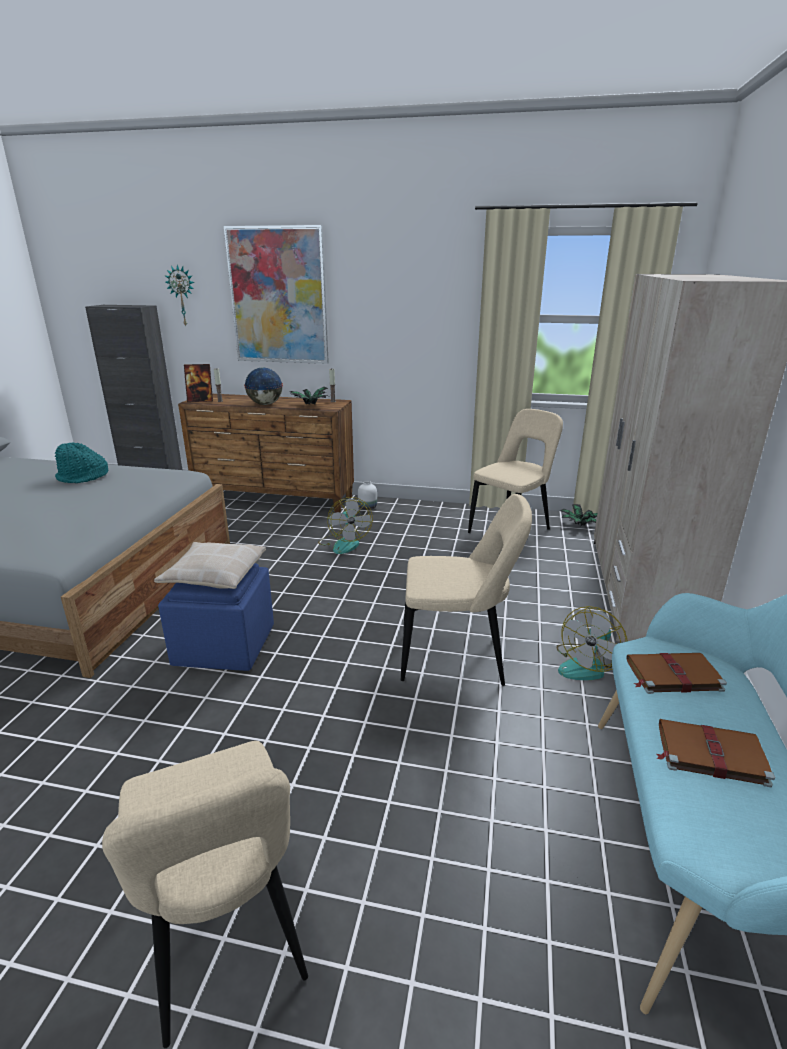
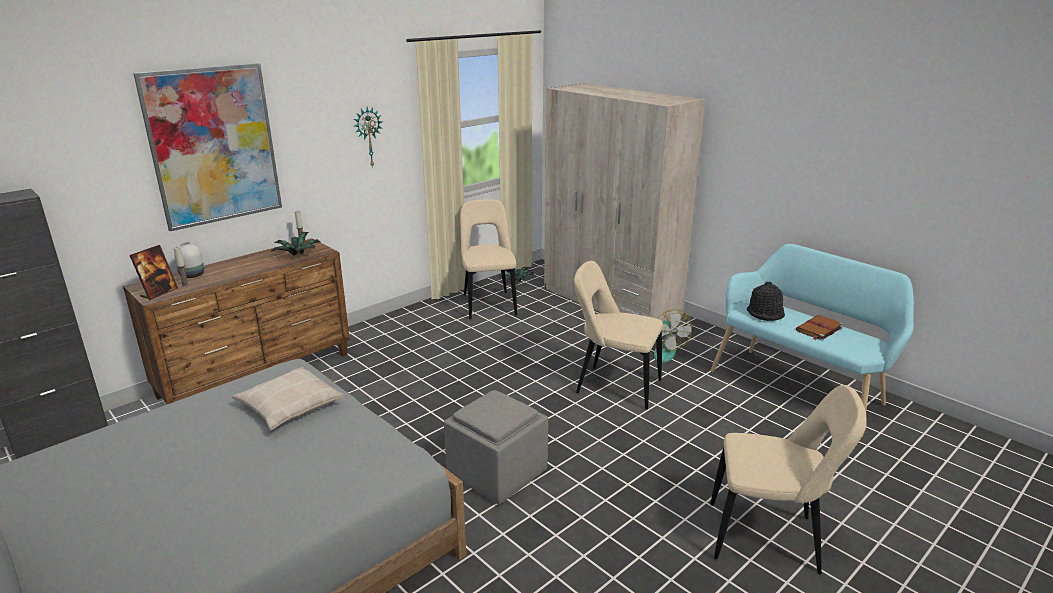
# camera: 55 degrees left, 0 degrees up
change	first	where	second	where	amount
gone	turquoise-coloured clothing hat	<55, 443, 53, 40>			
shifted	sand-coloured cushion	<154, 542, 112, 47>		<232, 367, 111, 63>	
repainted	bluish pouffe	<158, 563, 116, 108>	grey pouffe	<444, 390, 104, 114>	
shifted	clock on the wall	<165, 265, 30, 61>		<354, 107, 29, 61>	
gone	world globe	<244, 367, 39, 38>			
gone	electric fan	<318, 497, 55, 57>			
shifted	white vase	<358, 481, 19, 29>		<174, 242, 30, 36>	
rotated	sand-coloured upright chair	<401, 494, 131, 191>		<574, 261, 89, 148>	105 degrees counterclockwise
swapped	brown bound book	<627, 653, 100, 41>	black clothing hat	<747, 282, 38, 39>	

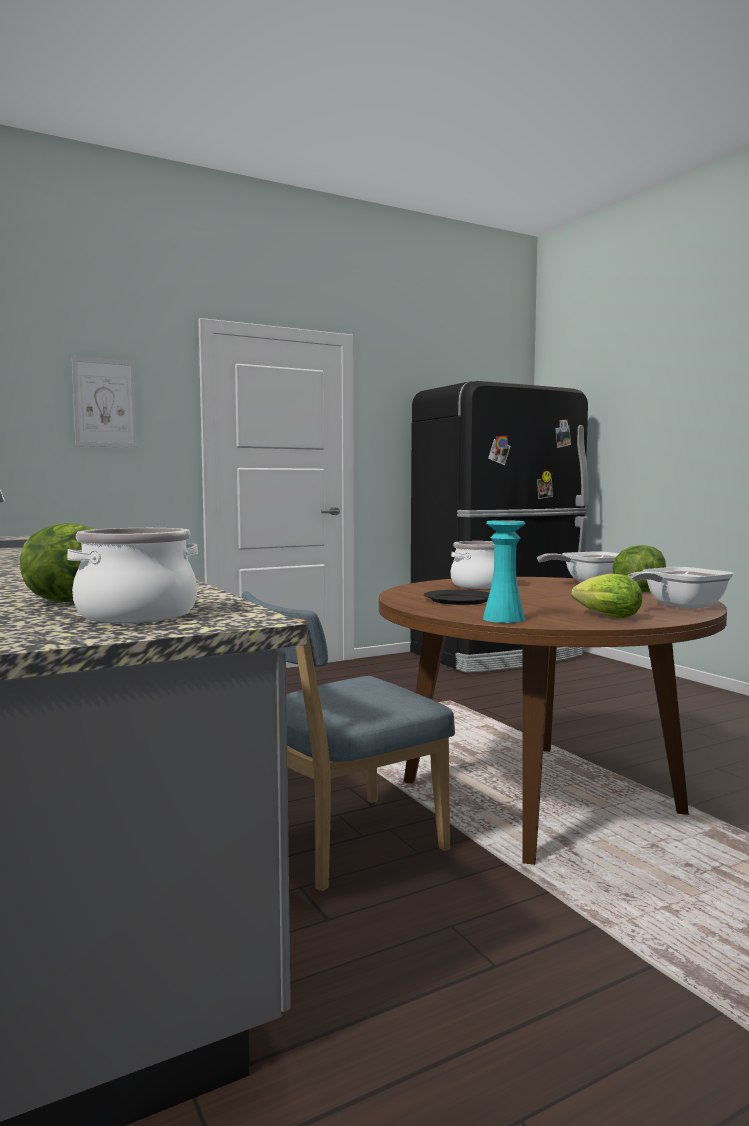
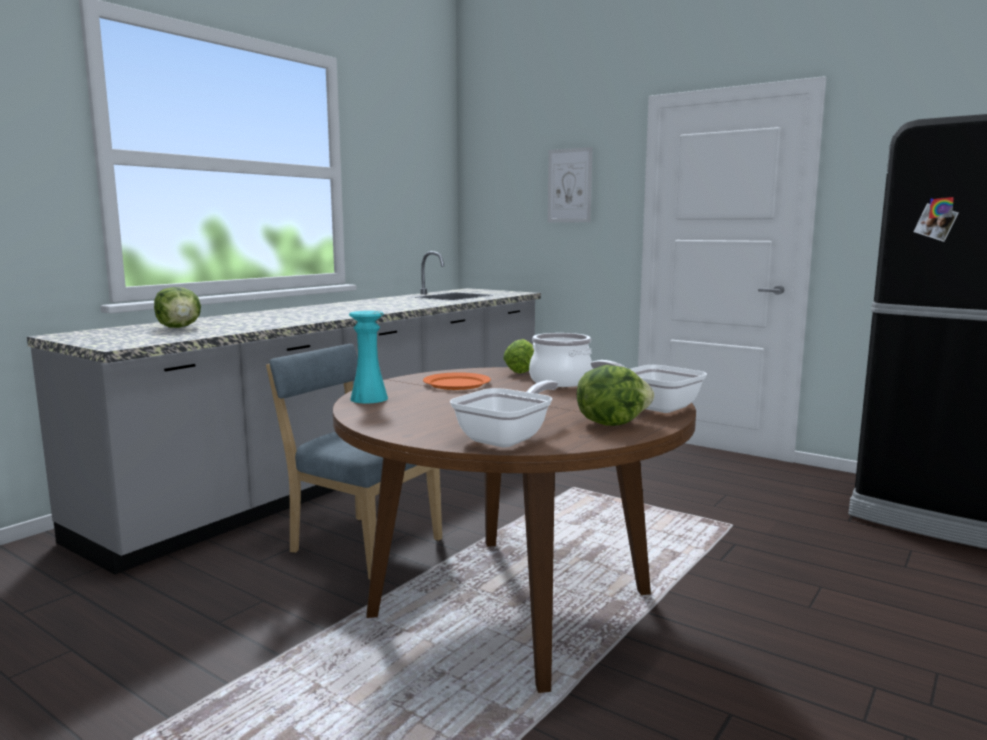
# camera: 65 degrees right, 5 degrees up
change	first	where	second	where	amount
gone	stockpot	<67, 528, 131, 96>			
repainted	black flat dish	<424, 590, 65, 15>	orange-coloured flat dish	<423, 372, 68, 18>	
shifted	lettuce head	<571, 574, 71, 44>		<503, 339, 31, 35>	
rotated	skillet	<627, 567, 107, 42>		<450, 380, 108, 68>	90 degrees clockwise

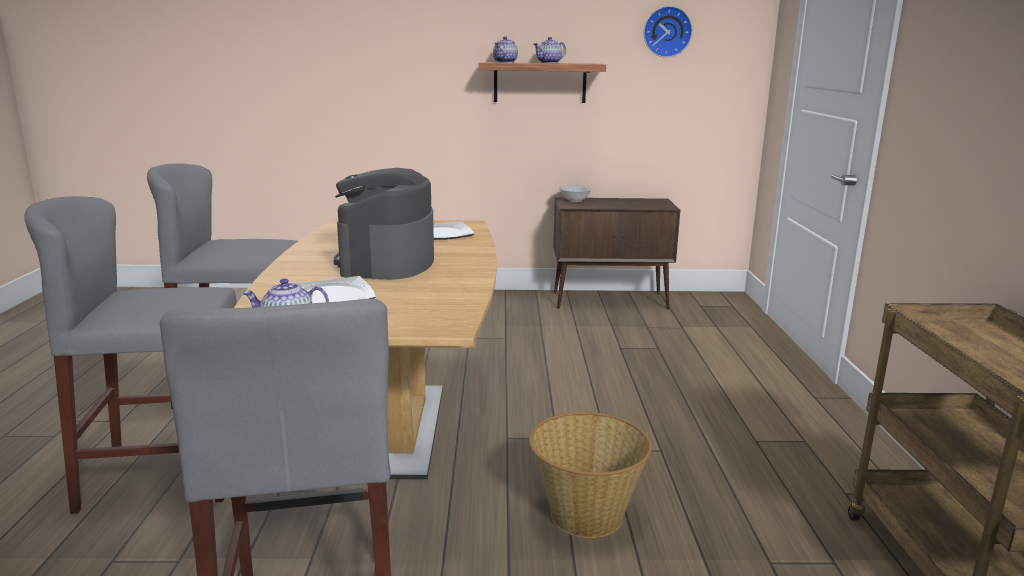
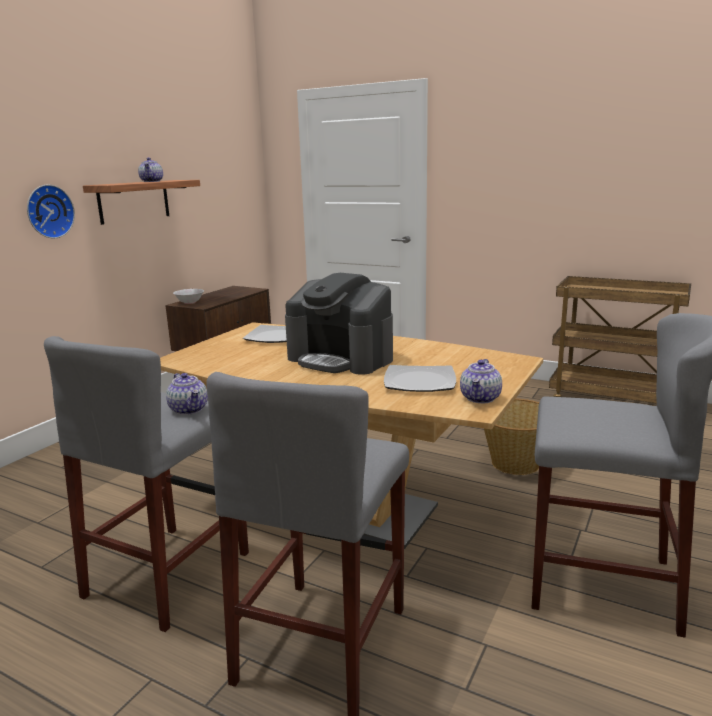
# camera: 60 degrees left, 0 degrees up
change	first	where	second	where	amount
shifted	tea pot	<493, 36, 25, 27>		<166, 373, 42, 42>	
shifted	clock on the wall	<644, 6, 48, 52>		<27, 184, 48, 54>	

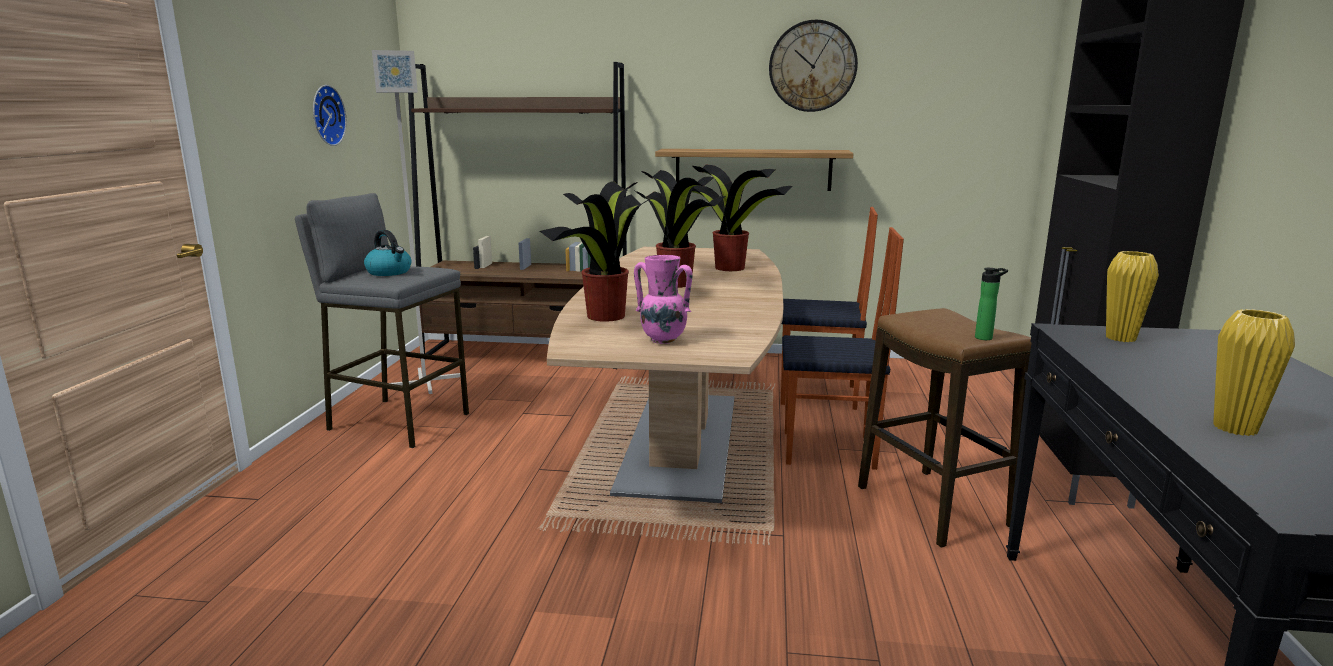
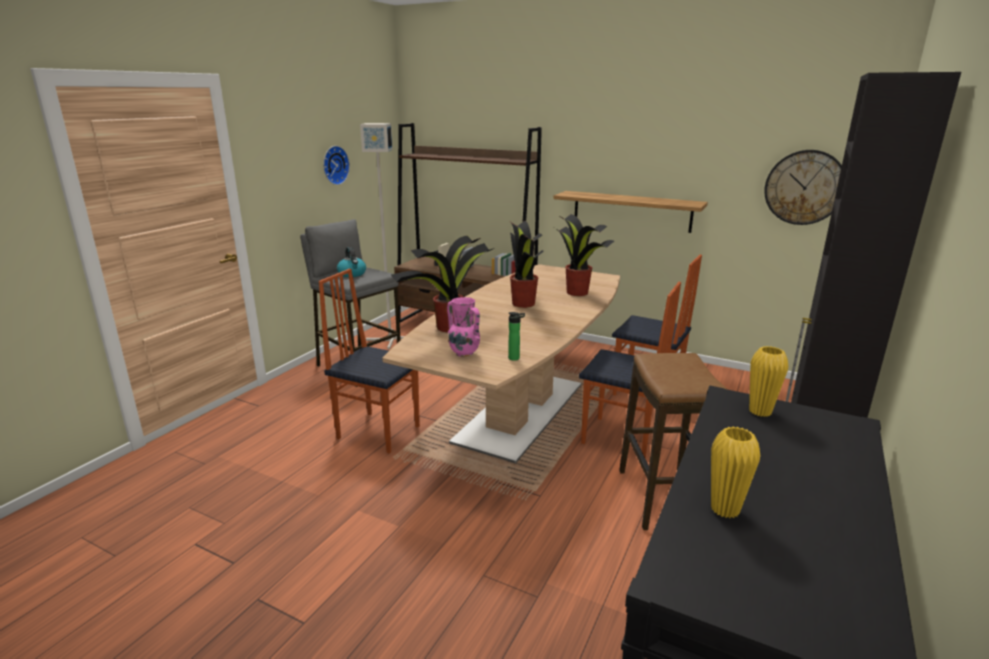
# camera: 20 degrees right, 5 degrees up
change	first	where	second	where	amount
shifted	clock on the wall	<769, 20, 89, 92>		<764, 150, 78, 75>	
shifted	bottle	<975, 268, 33, 72>		<508, 312, 17, 49>	
new			upright chair	<319, 269, 101, 185>	

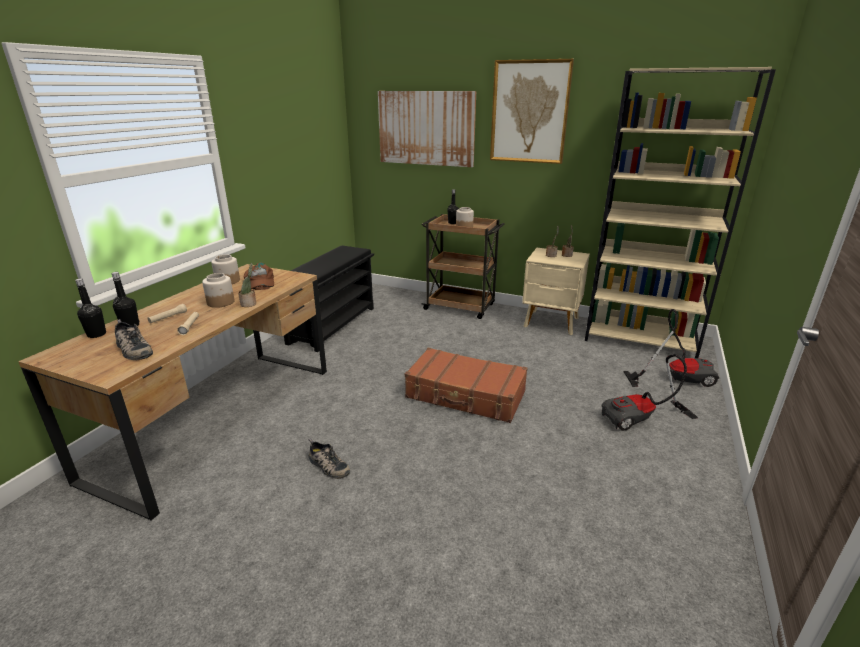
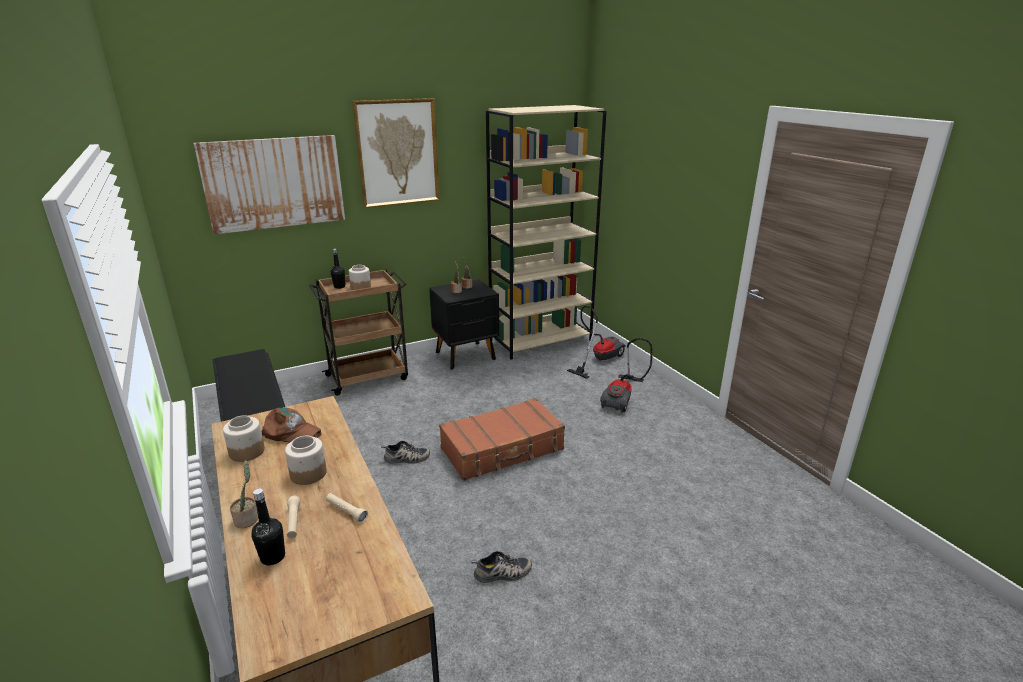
# camera: 50 degrees left, 0 degrees up
change	first	where	second	where	amount
gone	black bottle	<75, 278, 31, 60>			
shifted	shoe	<115, 319, 38, 41>		<381, 441, 49, 23>	
shifted	potted plant	<238, 263, 18, 44>		<230, 460, 28, 68>	
repainted	sand-coloured night table	<522, 248, 68, 87>	black night table	<429, 279, 70, 91>	

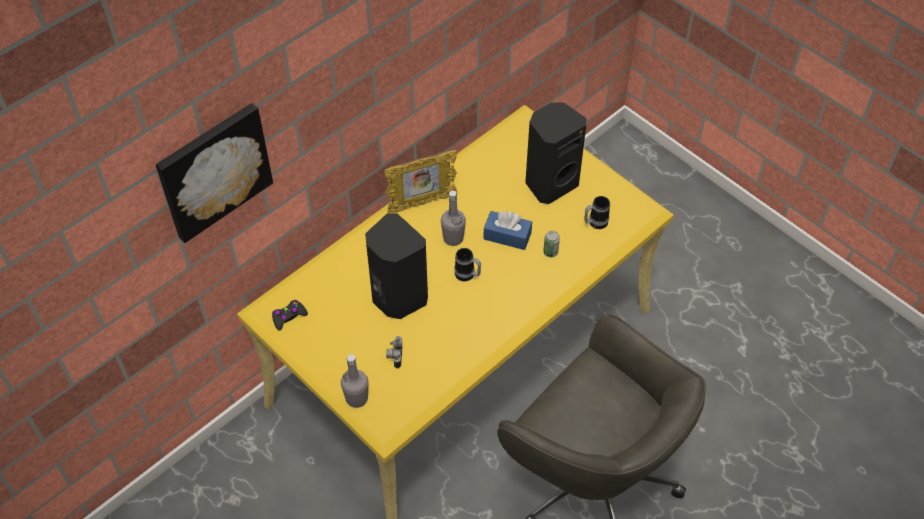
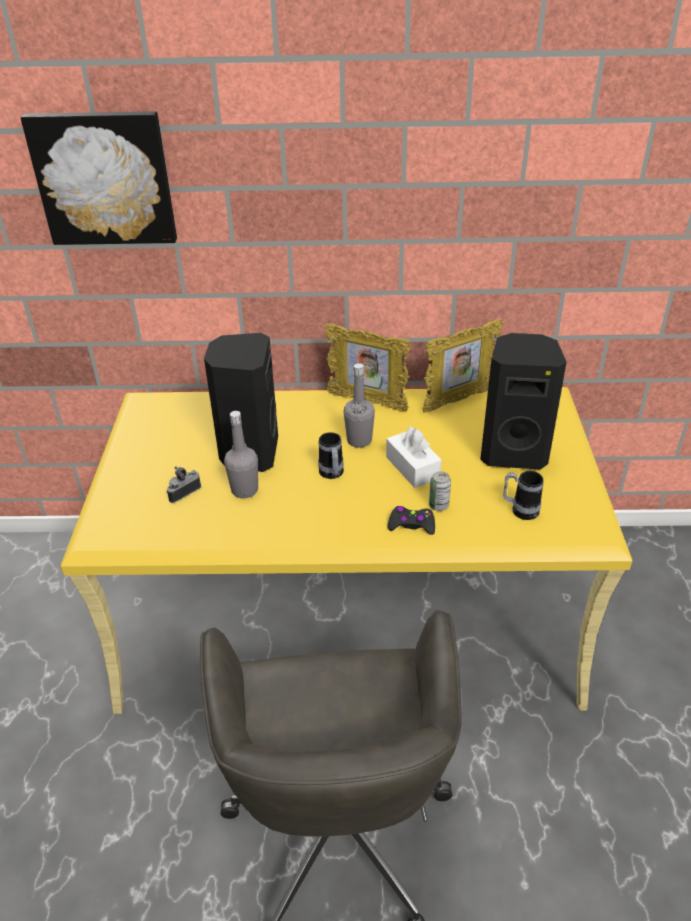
# camera: 45 degrees right, 15 degrees down
change	first	where	second	where	amount
shifted	black game controller	<272, 300, 36, 31>		<388, 506, 47, 29>	
shifted	grey bottle	<341, 354, 28, 54>		<224, 411, 34, 87>	
repainted	bluish box of tissues	<483, 211, 49, 39>	white box of tissues	<386, 427, 56, 61>	
new			standing frame	<422, 319, 81, 94>	

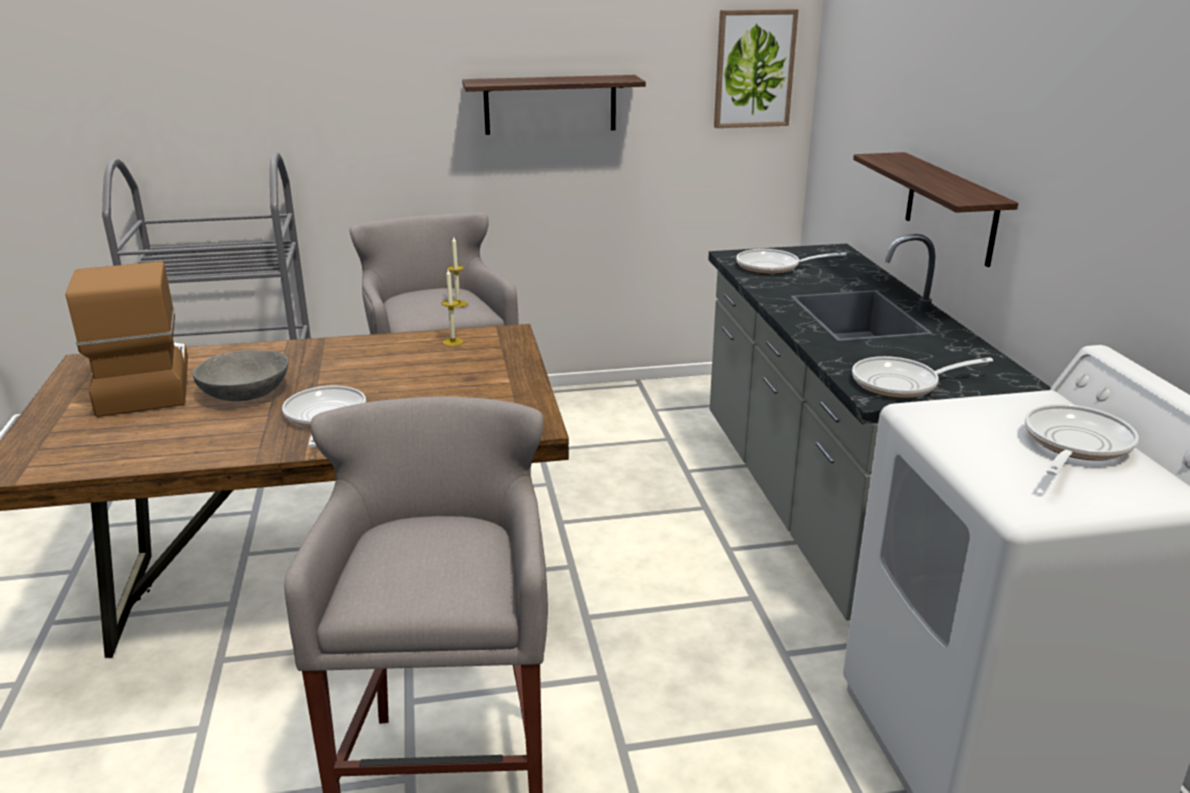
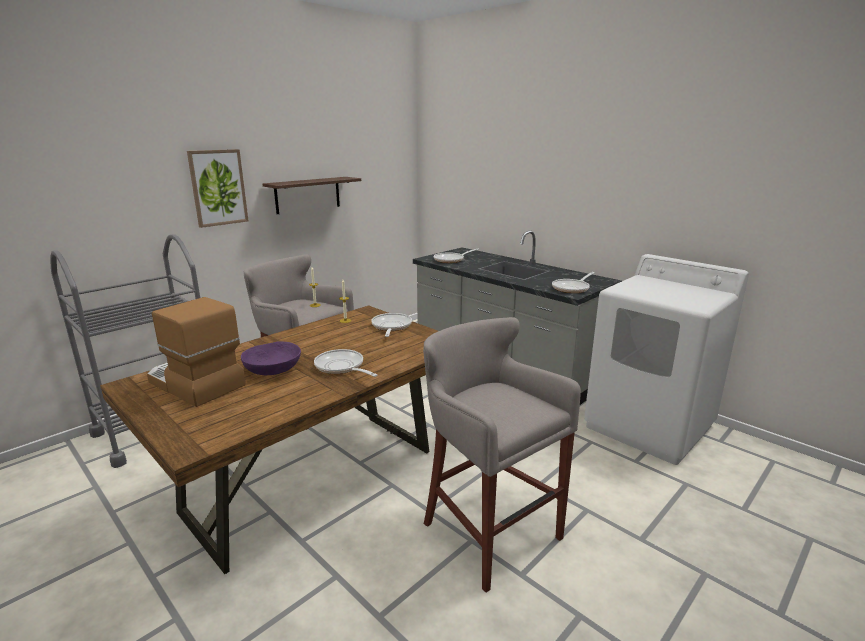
# camera: 35 degrees left, 5 degrees down
change	first	where	second	where	amount
repainted	grey serving bowl	<192, 350, 96, 51>	purple-coloured serving bowl	<241, 342, 60, 33>	
shifted	wall art	<714, 9, 85, 119>		<187, 149, 62, 79>	
gone	shelf	<853, 152, 165, 115>			
shifted	skillet	<1025, 404, 114, 71>		<371, 313, 41, 24>	

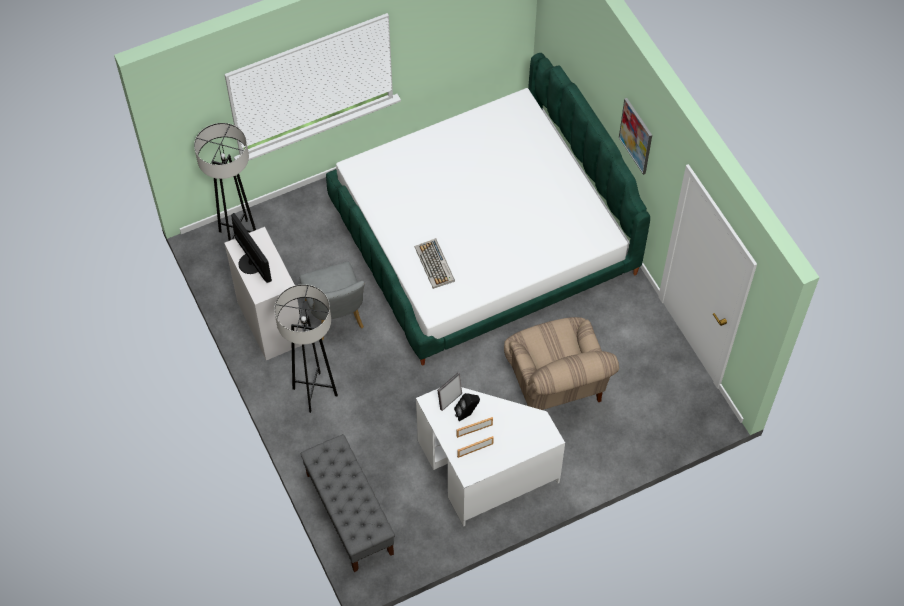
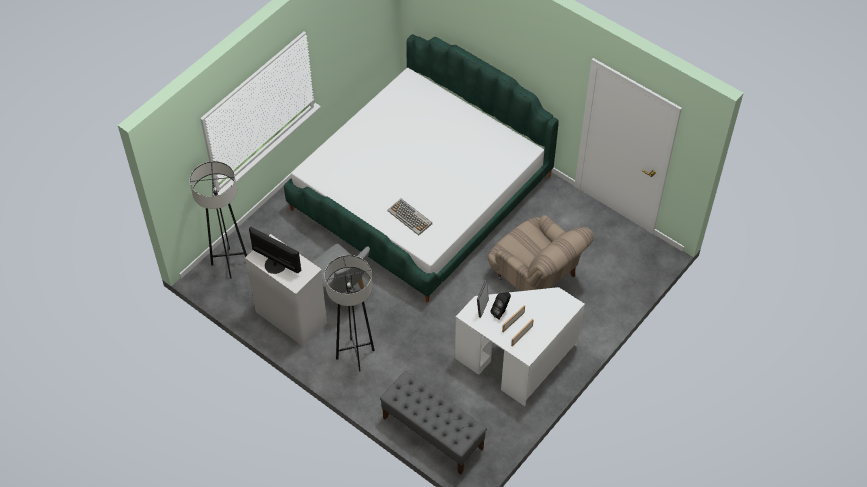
# camera: 25 degrees left, 5 degrees down
change	first	where	second	where	amount
gone	wall art	<619, 98, 33, 77>			

